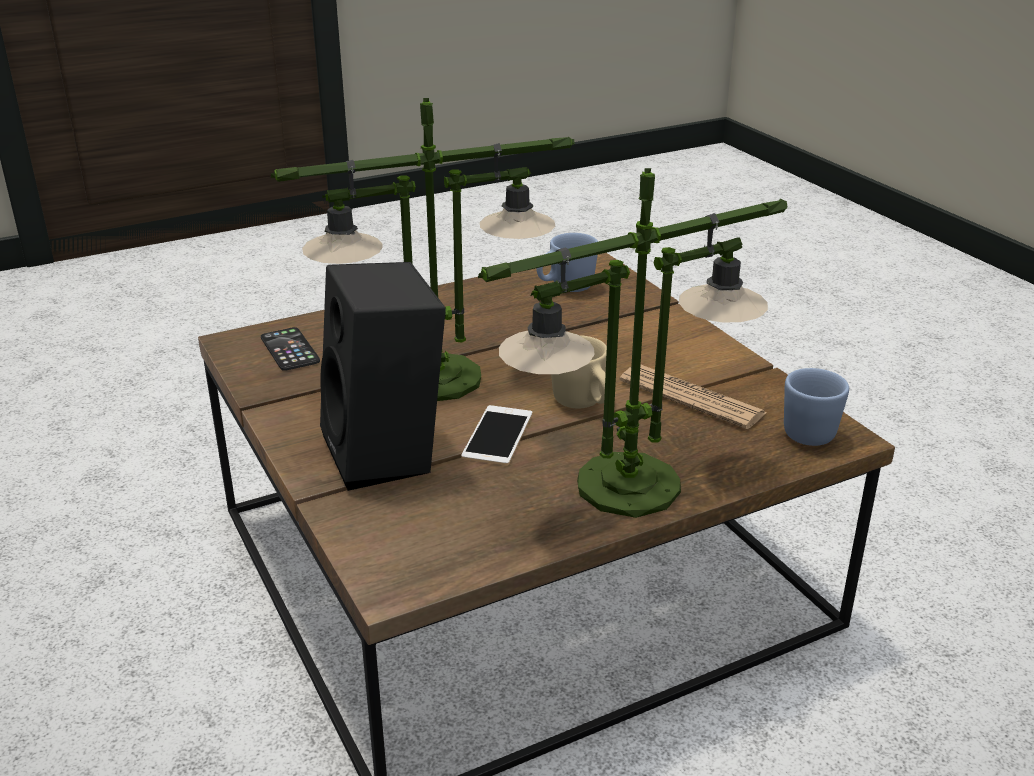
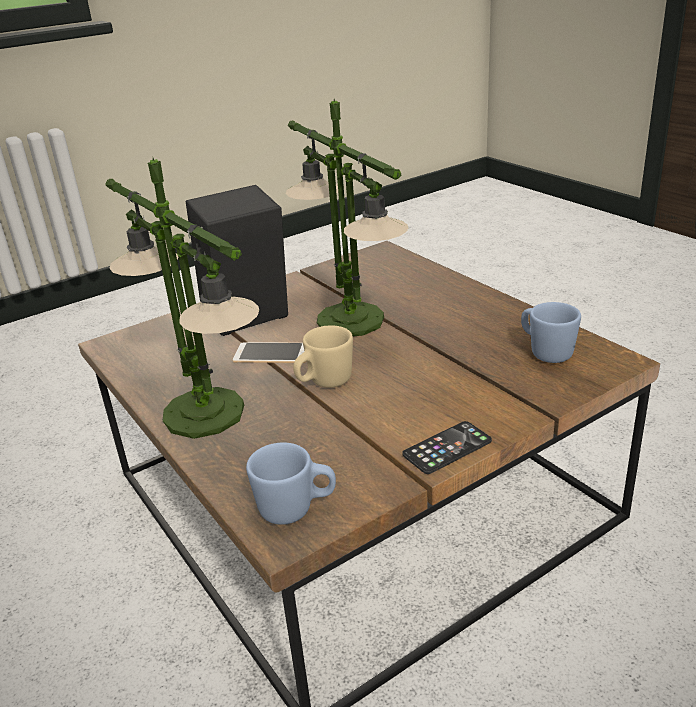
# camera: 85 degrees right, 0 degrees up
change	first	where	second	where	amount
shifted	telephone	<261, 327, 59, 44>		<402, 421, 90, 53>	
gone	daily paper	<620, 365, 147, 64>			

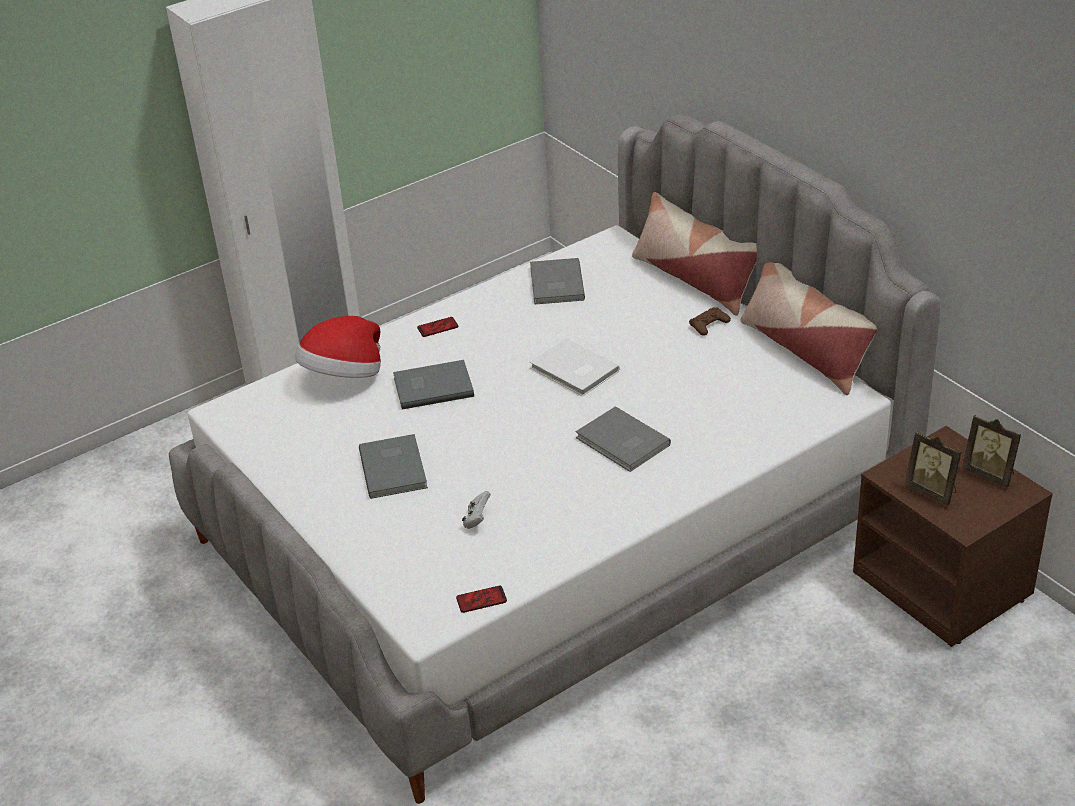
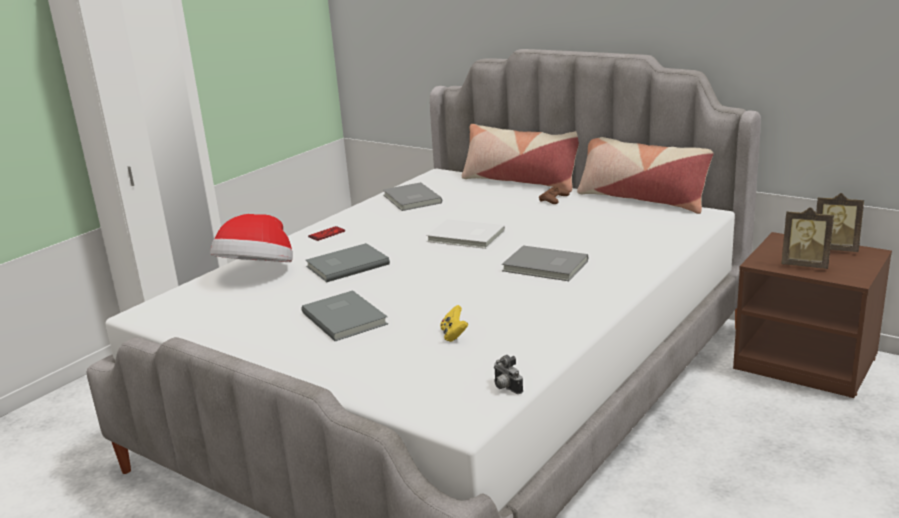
# camera: 20 degrees left, 15 degrees down
change	first	where	second	where	amount
swapped	telephone	<456, 586, 51, 27>	photo camera	<494, 355, 29, 39>	
repainted	white game controller	<462, 491, 29, 38>	yellow game controller	<440, 305, 28, 37>	

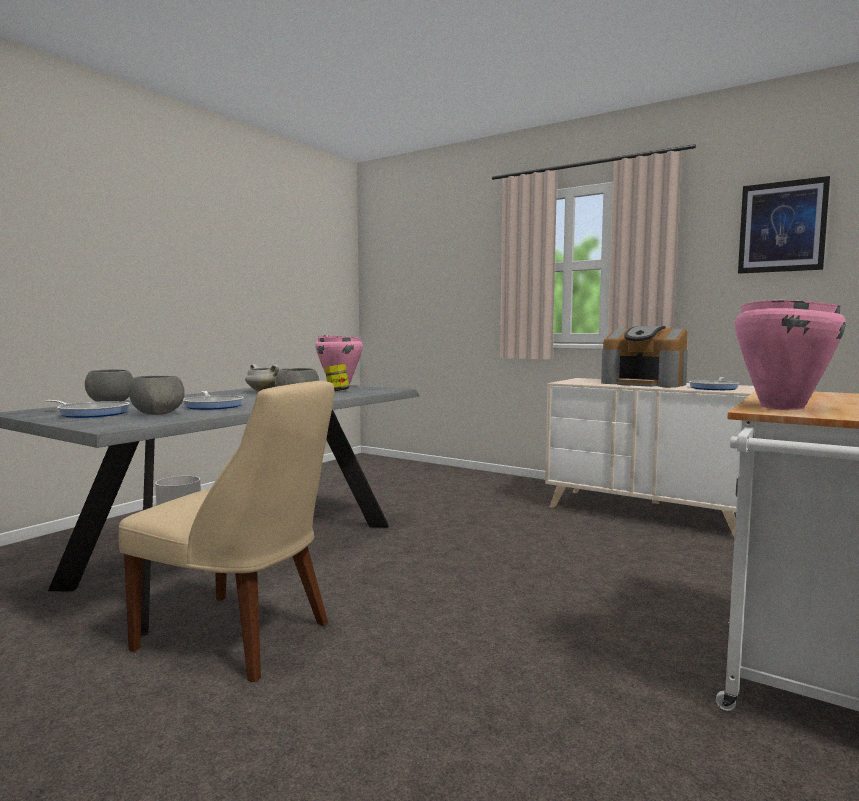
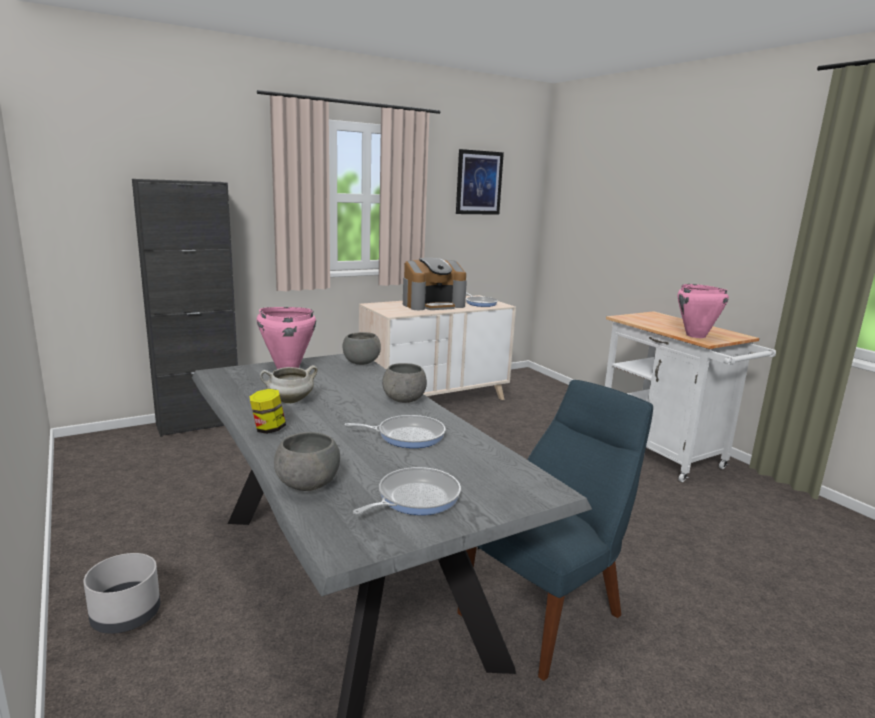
# camera: 65 degrees left, 10 degrees up
change	first	where	second	where	amount
repainted	sand-coloured upright chair	<118, 381, 216, 301>	bluish upright chair	<457, 380, 196, 301>	
shifted	grey serving bowl	<129, 376, 56, 39>		<343, 332, 38, 33>	
shifted	storage jar	<325, 364, 25, 27>		<250, 389, 36, 45>	
new			black cabinet	<132, 179, 106, 258>	

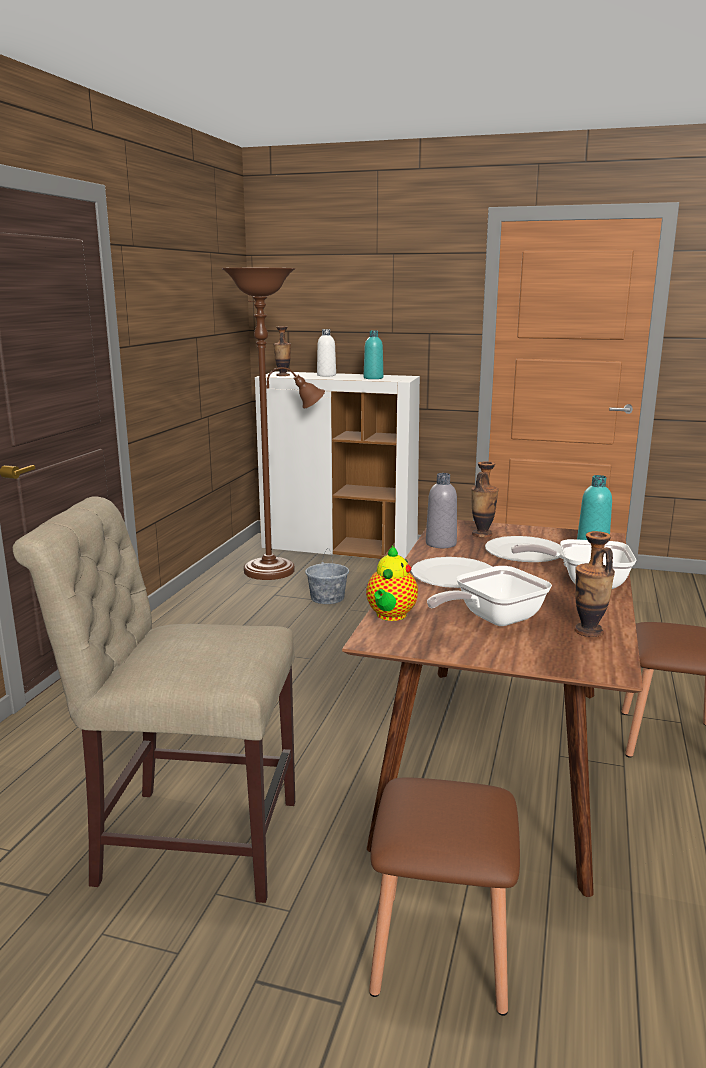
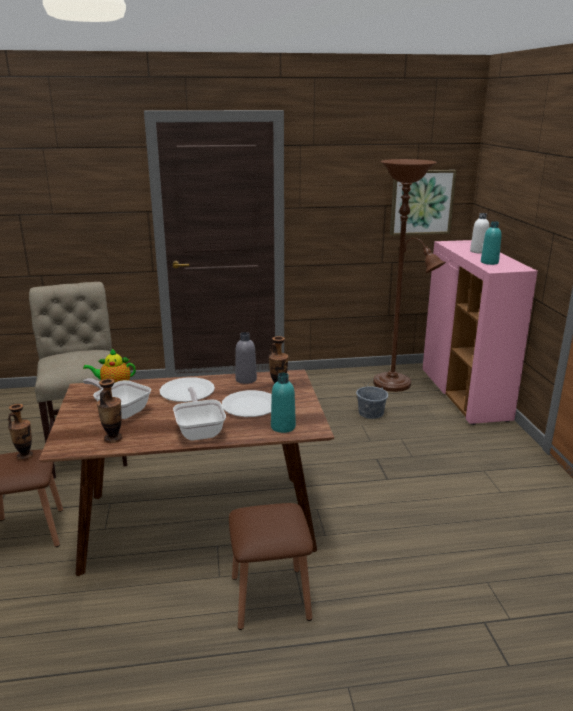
# camera: 65 degrees right, 5 degrees up
change	first	where	second	where	amount
repainted	white cabinet	<255, 371, 165, 188>	pink cabinet	<422, 240, 116, 185>	
shifted	vase	<274, 326, 17, 50>		<8, 404, 26, 57>	
new			wall art	<390, 170, 67, 66>	

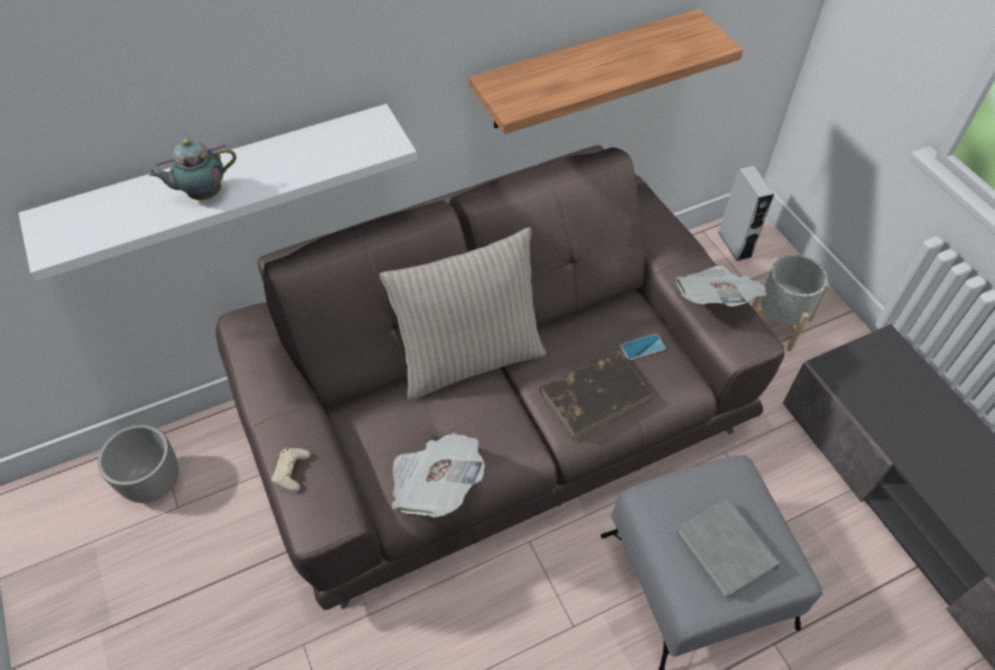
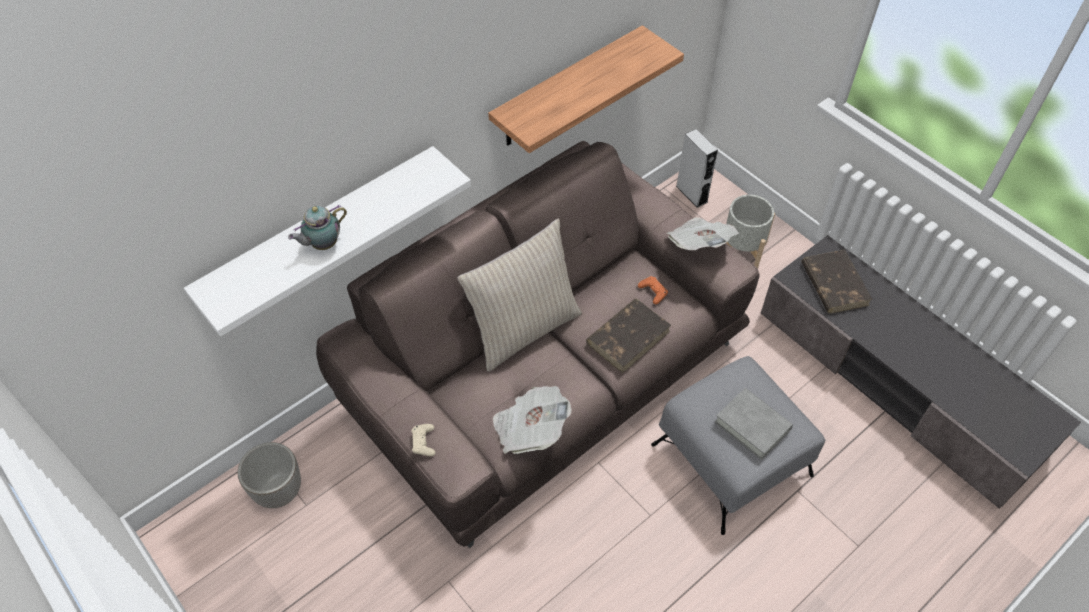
# camera: 15 degrees left, 0 degrees up
change	first	where	second	where	amount
swapped	telephone	<621, 334, 45, 26>	orange-coloured game controller	<638, 276, 30, 28>	
new			brown bound book	<801, 249, 72, 65>	

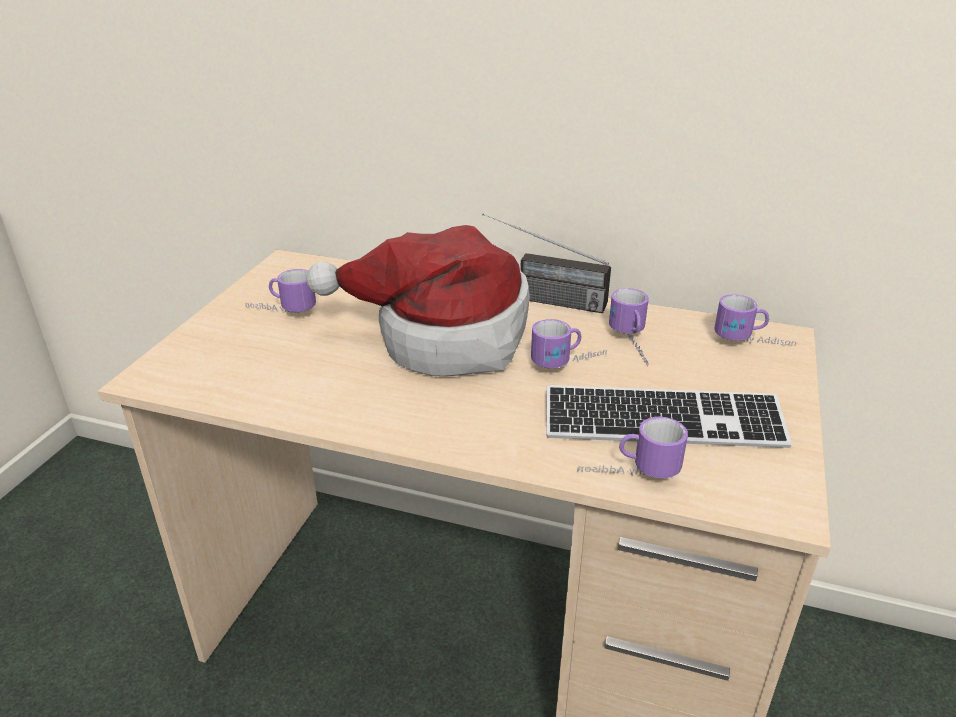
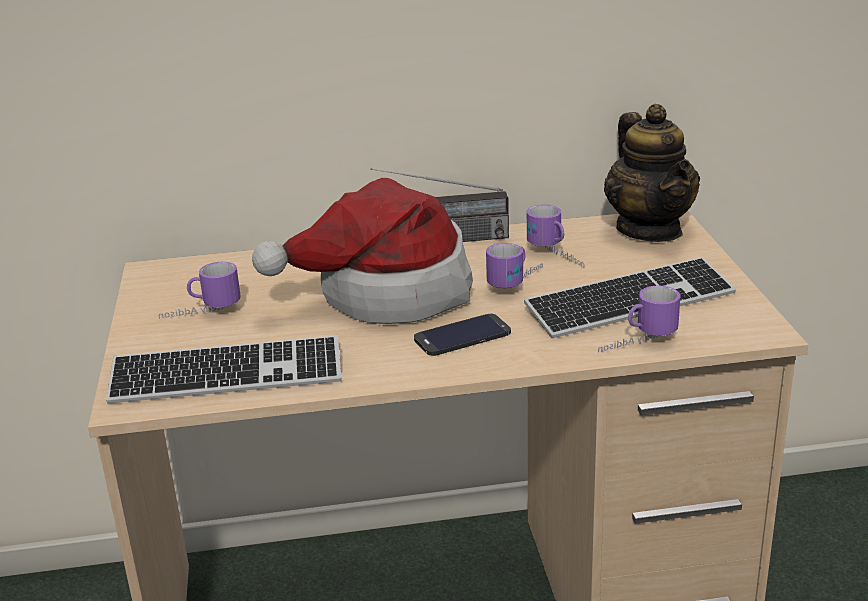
# camera: 25 degrees left, 5 degrees down
change	first	where	second	where	amount
swapped	mug	<714, 294, 82, 52>	tea pot	<604, 104, 96, 138>	
new			PC keyboard	<106, 336, 236, 68>	
new			telephone	<414, 314, 97, 42>	

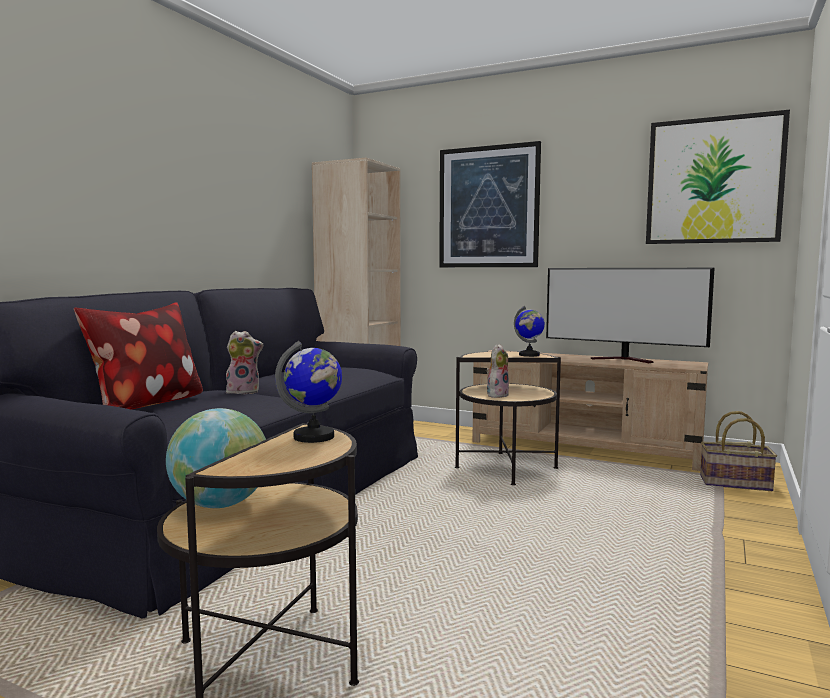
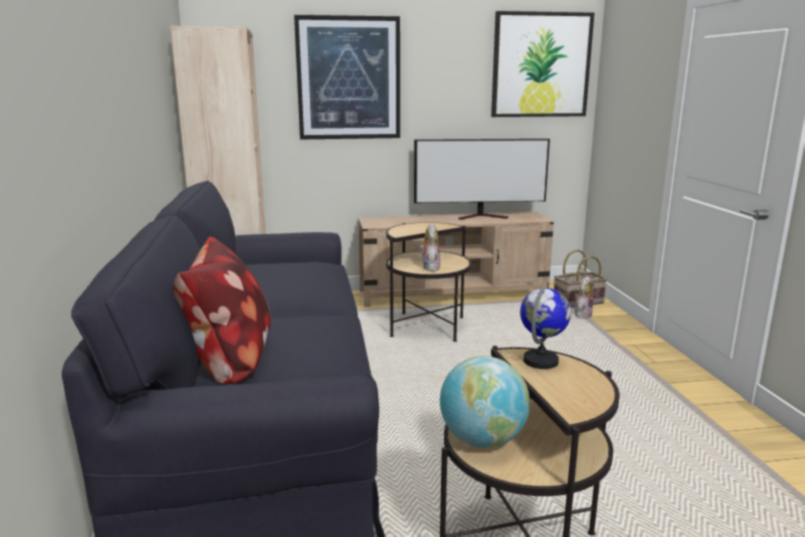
# camera: 35 degrees left, 10 degrees up
change	first	where	second	where	amount
shifted	cuddly toy	<226, 331, 37, 63>		<575, 276, 19, 43>	
gone	world globe	<514, 306, 31, 51>			

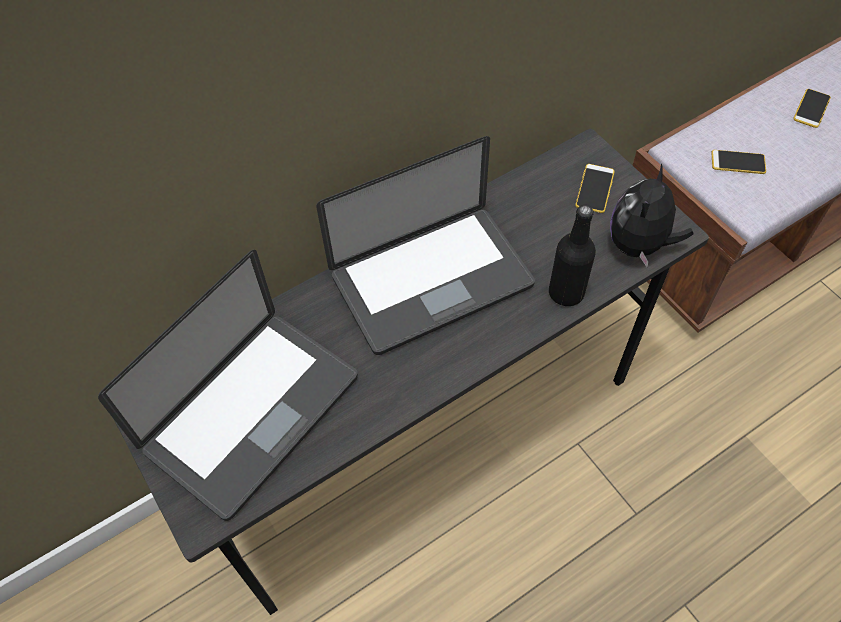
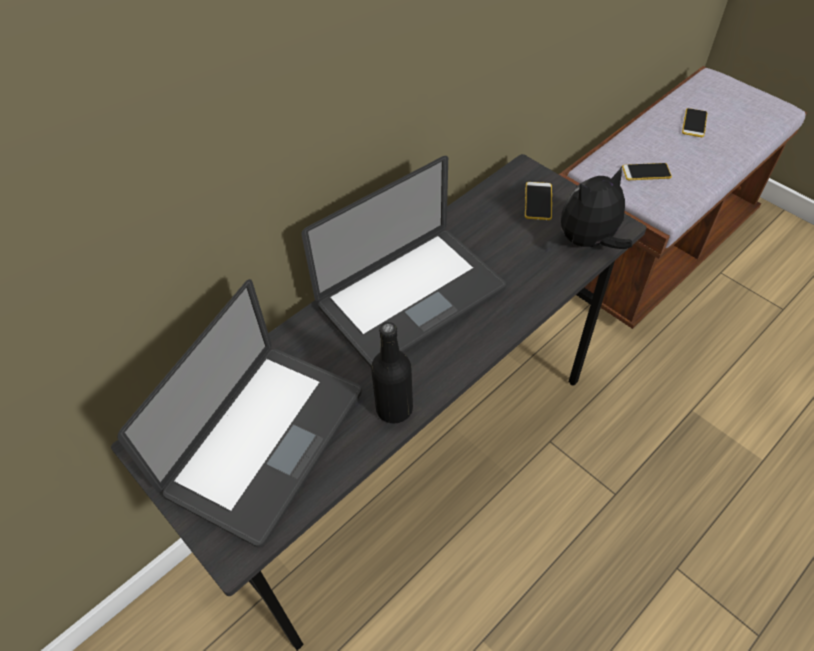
# camera: 10 degrees left, 5 degrees down
change	first	where	second	where	amount
shifted	black bottle	<549, 205, 47, 101>		<371, 322, 42, 101>	
rotated	cuddly toy	<610, 163, 84, 104>		<561, 167, 71, 82>	45 degrees clockwise

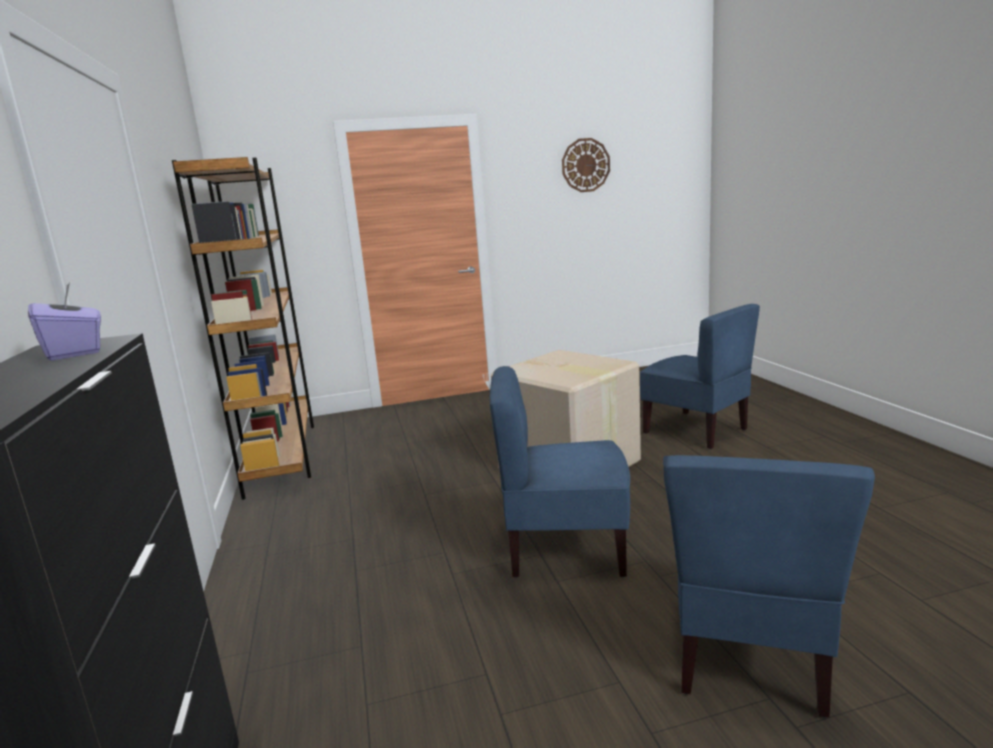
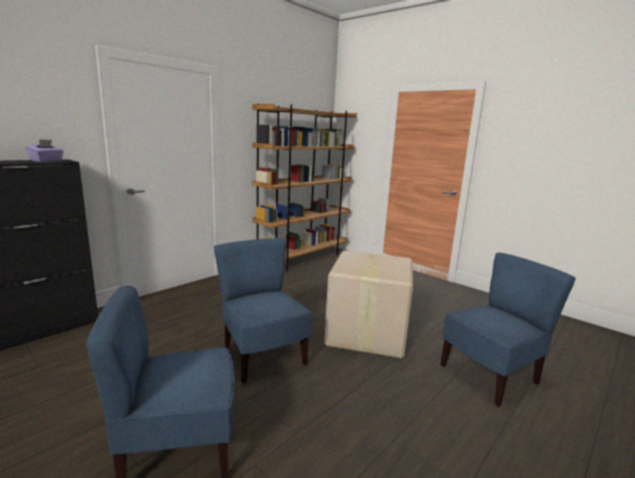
# camera: 55 degrees right, 0 degrees up
change	first	where	second	where	amount
gone	clock on the wall	<562, 138, 48, 54>			
rotated	bluish upright chair	<640, 304, 120, 145>		<440, 253, 136, 154>	135 degrees counterclockwise

